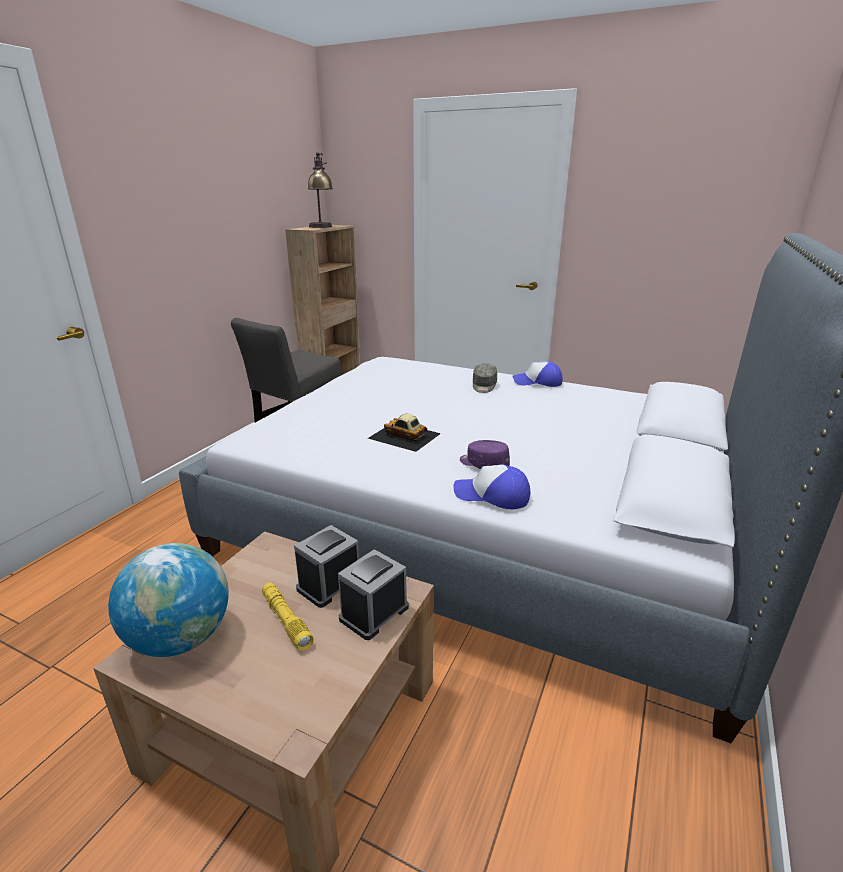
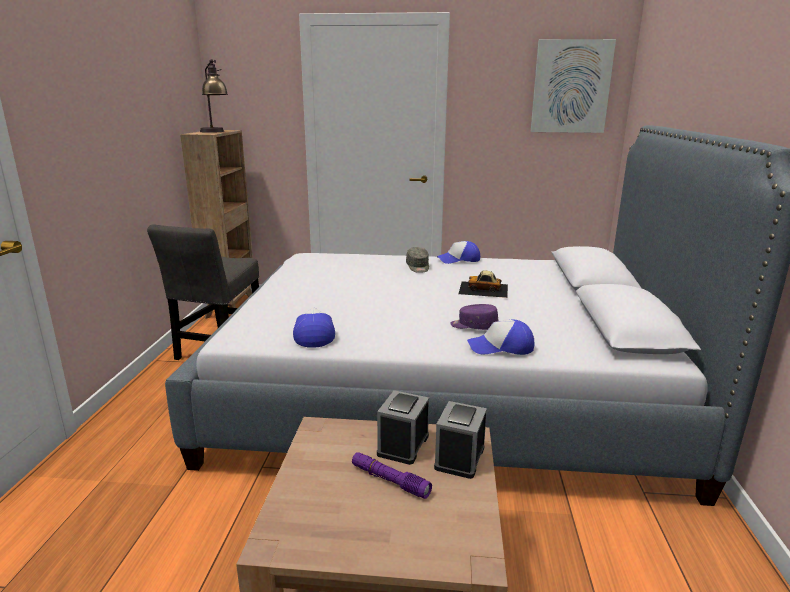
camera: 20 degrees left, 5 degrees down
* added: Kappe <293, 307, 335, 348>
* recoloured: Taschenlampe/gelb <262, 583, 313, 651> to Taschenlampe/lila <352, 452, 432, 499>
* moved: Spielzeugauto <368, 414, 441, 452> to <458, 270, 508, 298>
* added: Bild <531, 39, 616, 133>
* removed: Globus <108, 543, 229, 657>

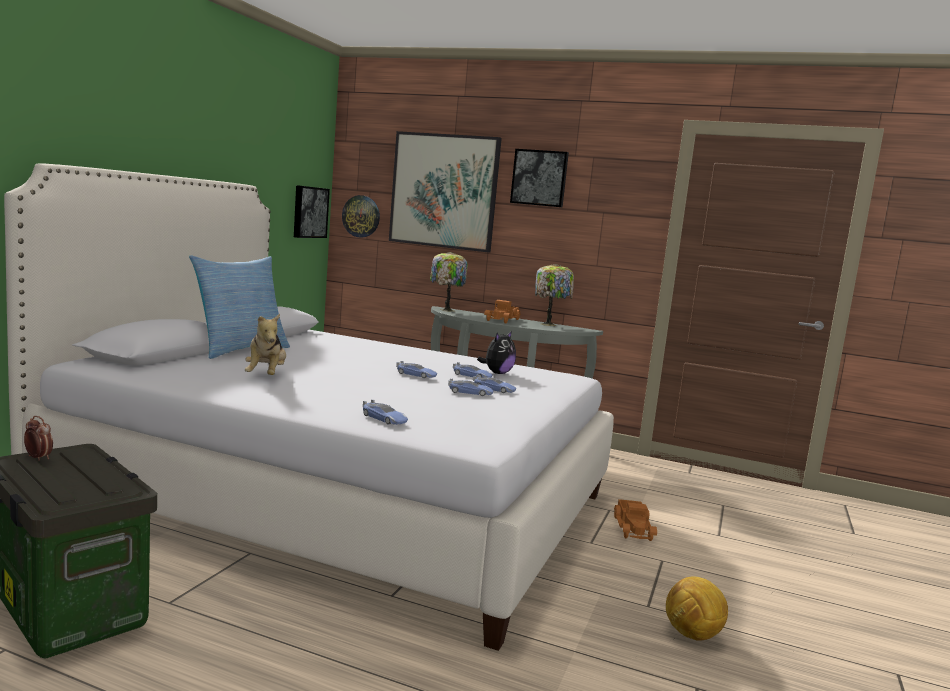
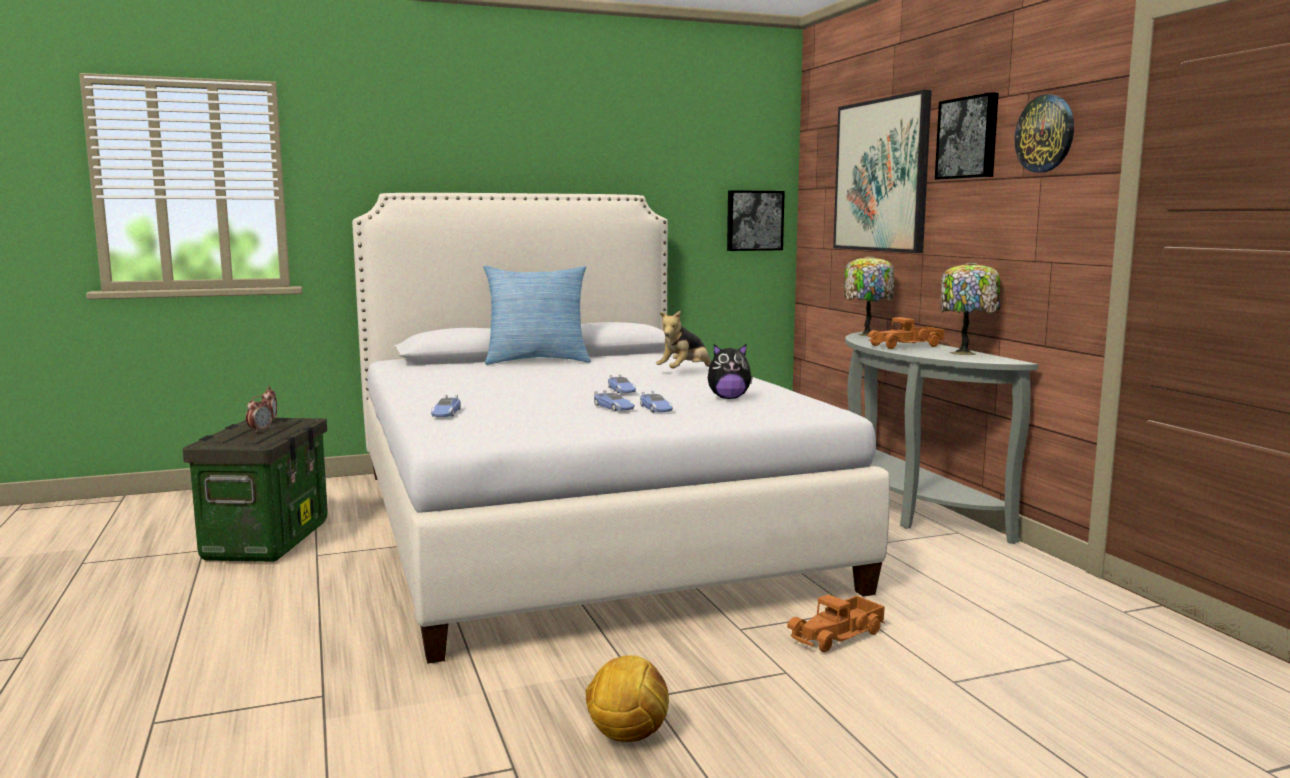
camera: 50 degrees right, 0 degrees up
* added: Wecker <246, 395, 273, 432>
* moved: Plüschtier <245, 314, 286, 375> to <656, 310, 711, 368>
* moved: Wanduhr <342, 195, 380, 238> to <1015, 94, 1074, 173>
* removed: Spielzeugauto <453, 362, 492, 378>

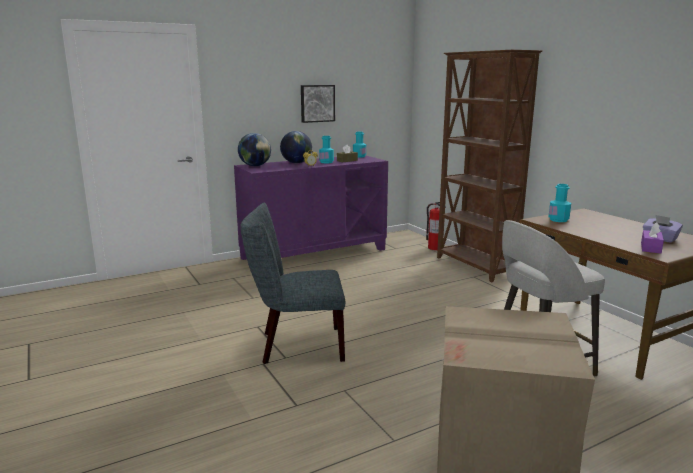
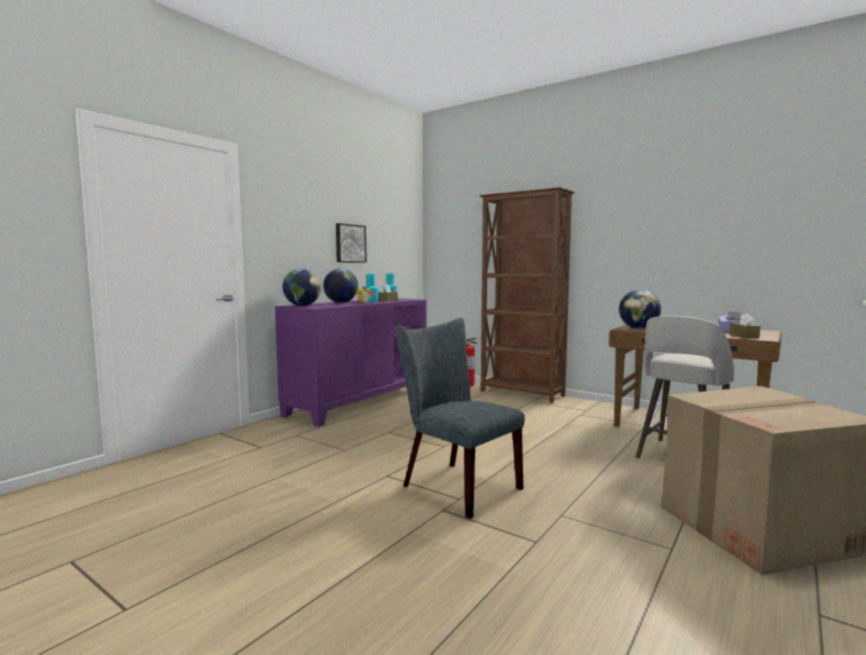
camera: 25 degrees left, 10 degrees down
* turned: Stuhl/grau <240, 203, 345, 364> = <396, 318, 525, 519> 75 degrees clockwise
* replaced: Flasche/türkis <549, 184, 571, 222> to Globus <619, 290, 661, 329>
* recoloured: Taschentuchbox/lila <641, 222, 664, 254> to Taschentuchbox/braun <729, 313, 760, 338>

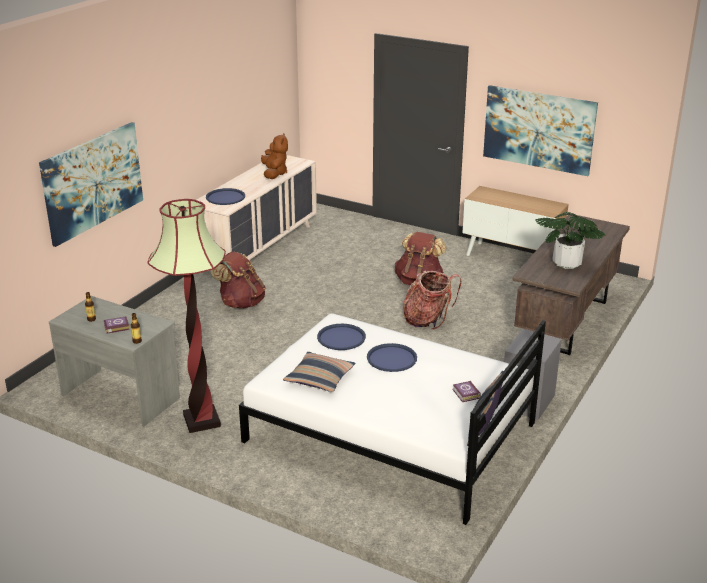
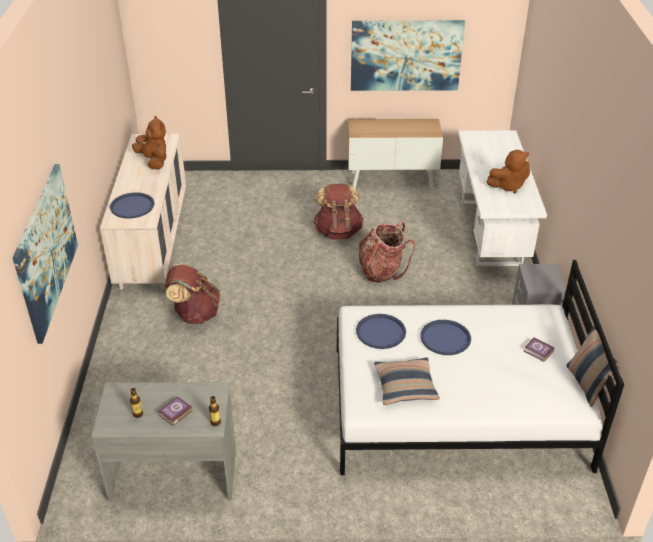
camera: 30 degrees left, 10 degrees up
* recoloured: Schreibtisch/braun <512, 215, 630, 355> to Schreibtisch/weiß <458, 131, 547, 267>
* replaced: Topfpflanze <536, 212, 605, 269> to Plüschtier/braun <487, 150, 530, 193>
* removed: Stehlampe <148, 199, 226, 433>

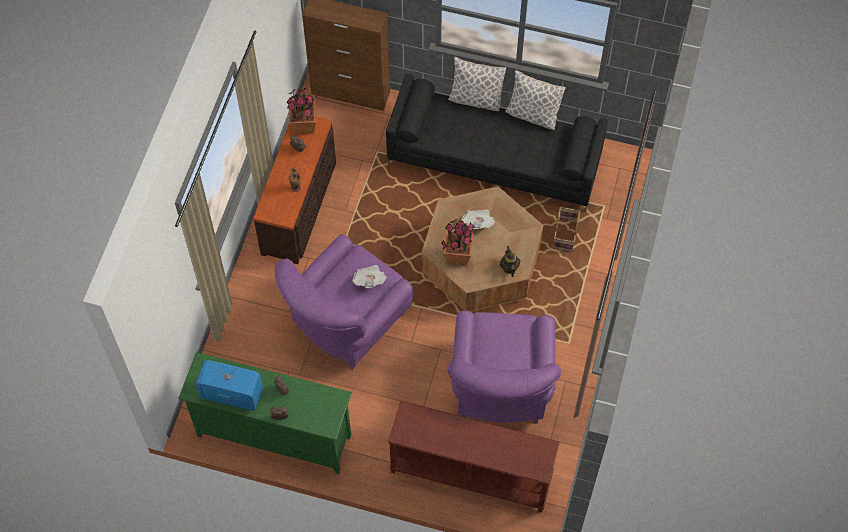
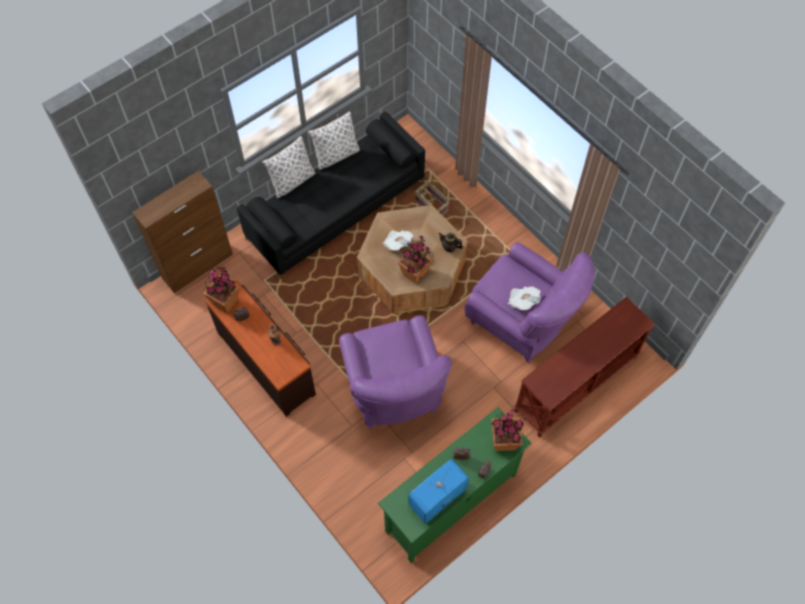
camera: 55 degrees left, 0 degrees up
* added: Topfpflanze <491, 409, 526, 451>
* moved: Zeitung <352, 265, 387, 288> to <508, 286, 541, 310>

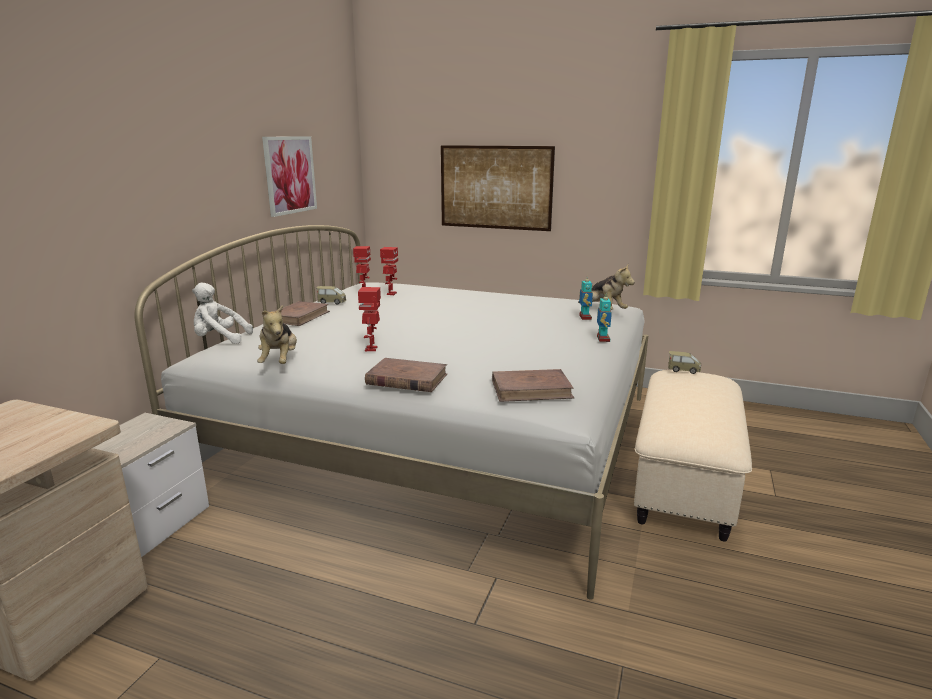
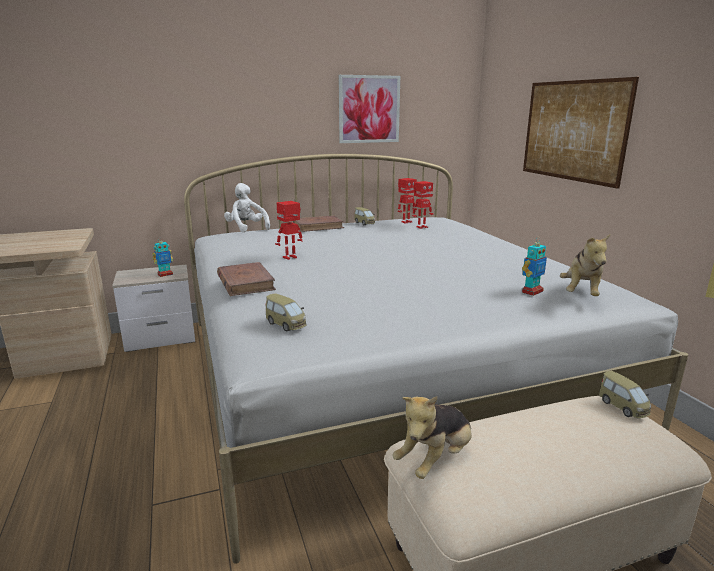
camera: 50 degrees right, 0 degrees up
* moved: Spielzeugroboter <597, 293, 612, 342> to <152, 237, 173, 277>
* replaced: Buch/braun <492, 369, 575, 402> to Spielzeugauto <266, 293, 306, 332>
* moved: Plüschtier <257, 305, 297, 364> to <393, 396, 472, 479>

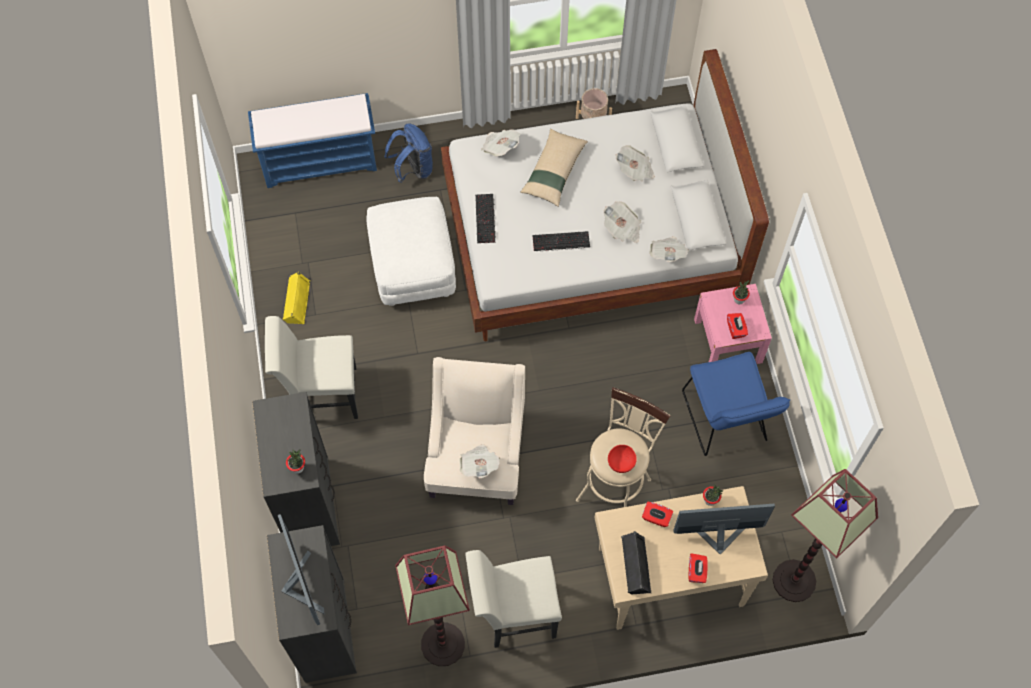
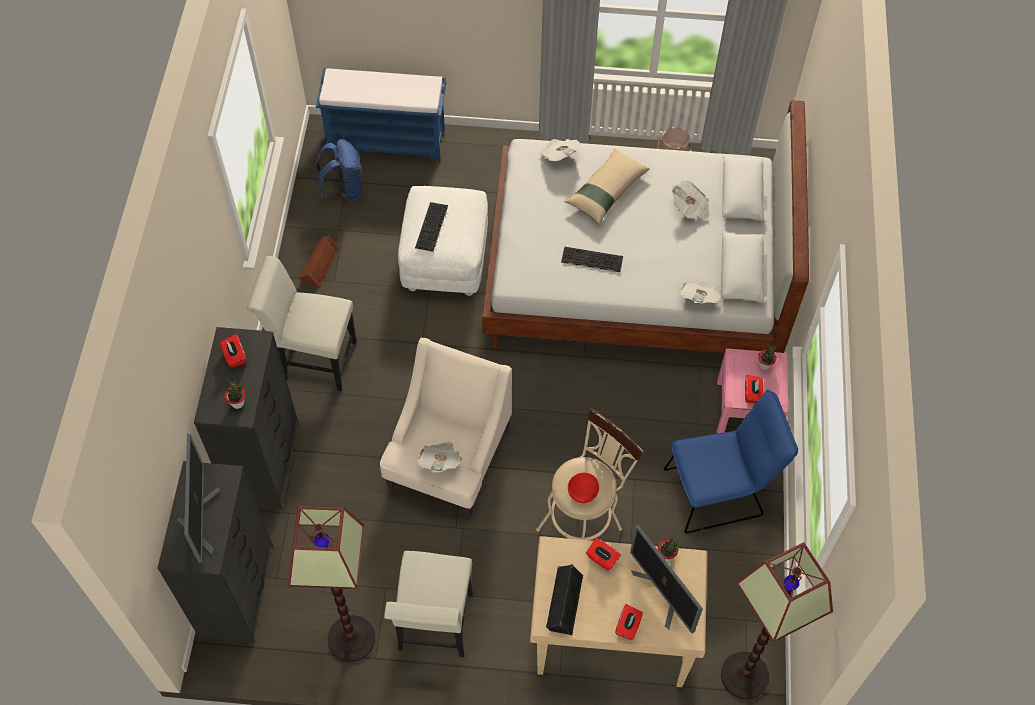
camera: 15 degrees right, 5 degrees down
* added: Taschentuchbox/rot <220, 334, 246, 368>
* recoloured: Lautsprecher/gelb <283, 272, 310, 324> to Lautsprecher/braun <299, 235, 339, 288>
* moved: Rucksack/blau <385, 123, 433, 182> to <315, 139, 363, 202>
* turned: Stuhl/weiß <465, 550, 562, 648> = <384, 551, 473, 657> 90 degrees counterclockwise
* moved: Tastatur <475, 194, 496, 243> to <415, 202, 448, 252>
* turned: Monitor <673, 504, 775, 555> = <630, 525, 703, 634> 135 degrees counterclockwise
* turned: Stuhl/blau <682, 352, 790, 456> = <664, 390, 798, 533> 105 degrees counterclockwise
* removed: Zeitung <604, 202, 641, 243>

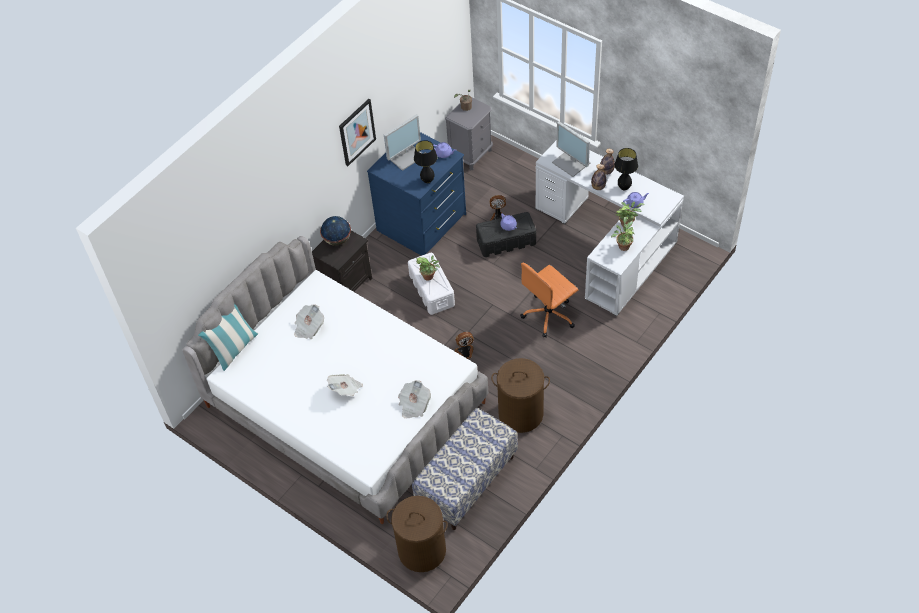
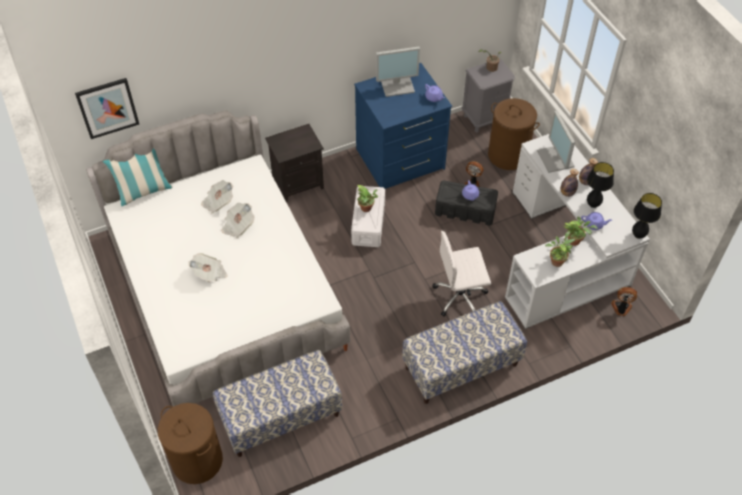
camera: 25 degrees right, 0 degrees up
* moved: Bild <339, 99, 376, 166> to <75, 78, 139, 139>
* moved: Zeitung <398, 380, 431, 418> to <221, 203, 254, 238>
* added: Bank <402, 301, 527, 404>
* recoloured: Bürostuhl/orange <520, 263, 578, 337> to Bürostuhl/weiß <432, 231, 491, 317>
* moved: Wäschekorb/braun <491, 358, 550, 433> to <488, 98, 540, 170>
* moved: Ventilator <455, 332, 474, 359> to <611, 287, 637, 316>
* moved: Tischlampe/schwarz <414, 140, 437, 183> to <632, 193, 662, 239>
* removed: Globus <320, 216, 351, 246>

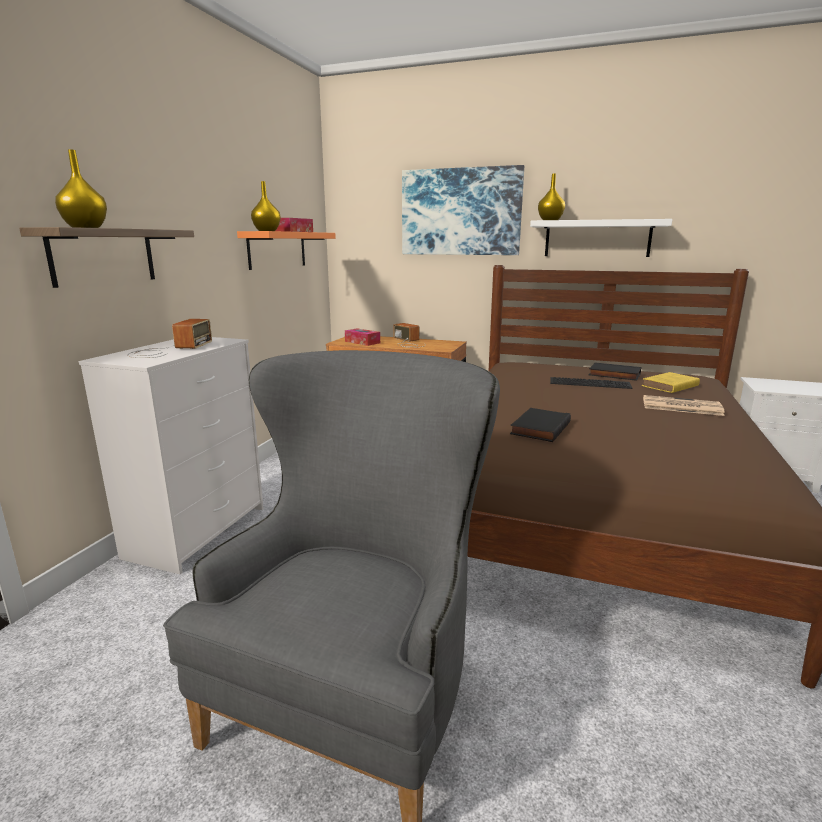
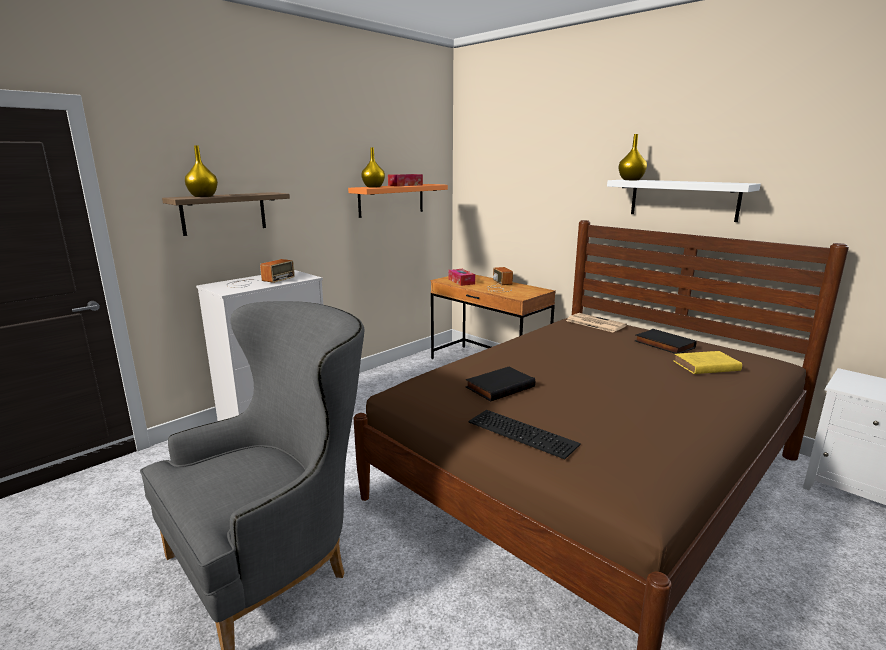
camera: 25 degrees right, 0 degrees up
* moved: Tastatur <550, 377, 632, 389> to <468, 410, 581, 459>
* moved: Zeitung <643, 395, 725, 416> to <566, 313, 627, 332>
* removed: Bild <402, 165, 524, 255>

